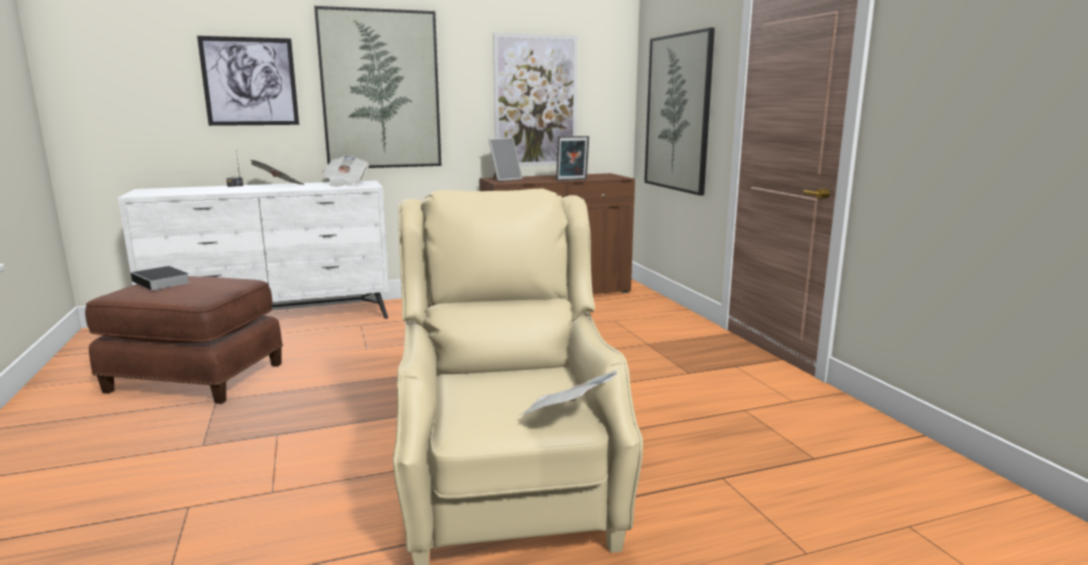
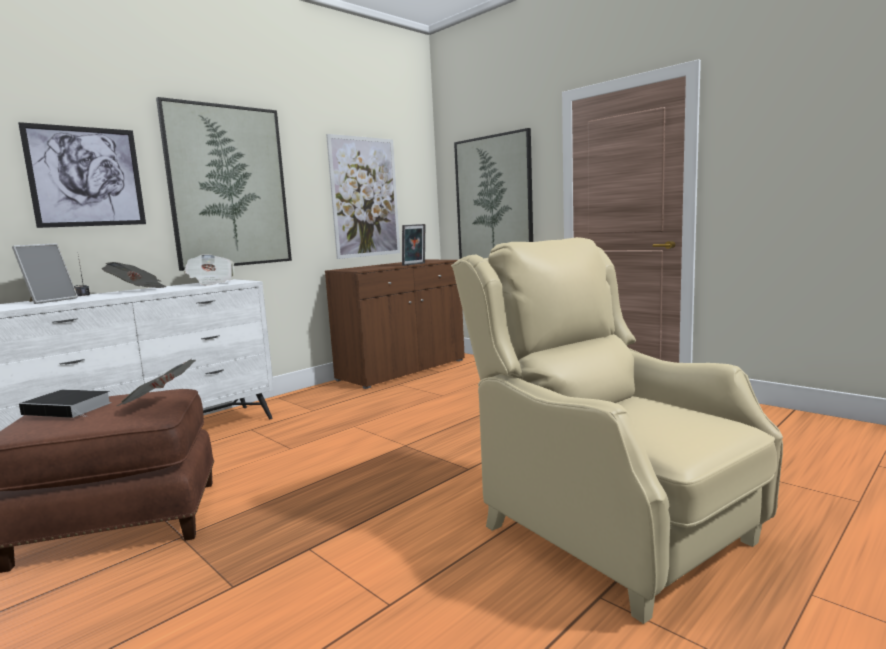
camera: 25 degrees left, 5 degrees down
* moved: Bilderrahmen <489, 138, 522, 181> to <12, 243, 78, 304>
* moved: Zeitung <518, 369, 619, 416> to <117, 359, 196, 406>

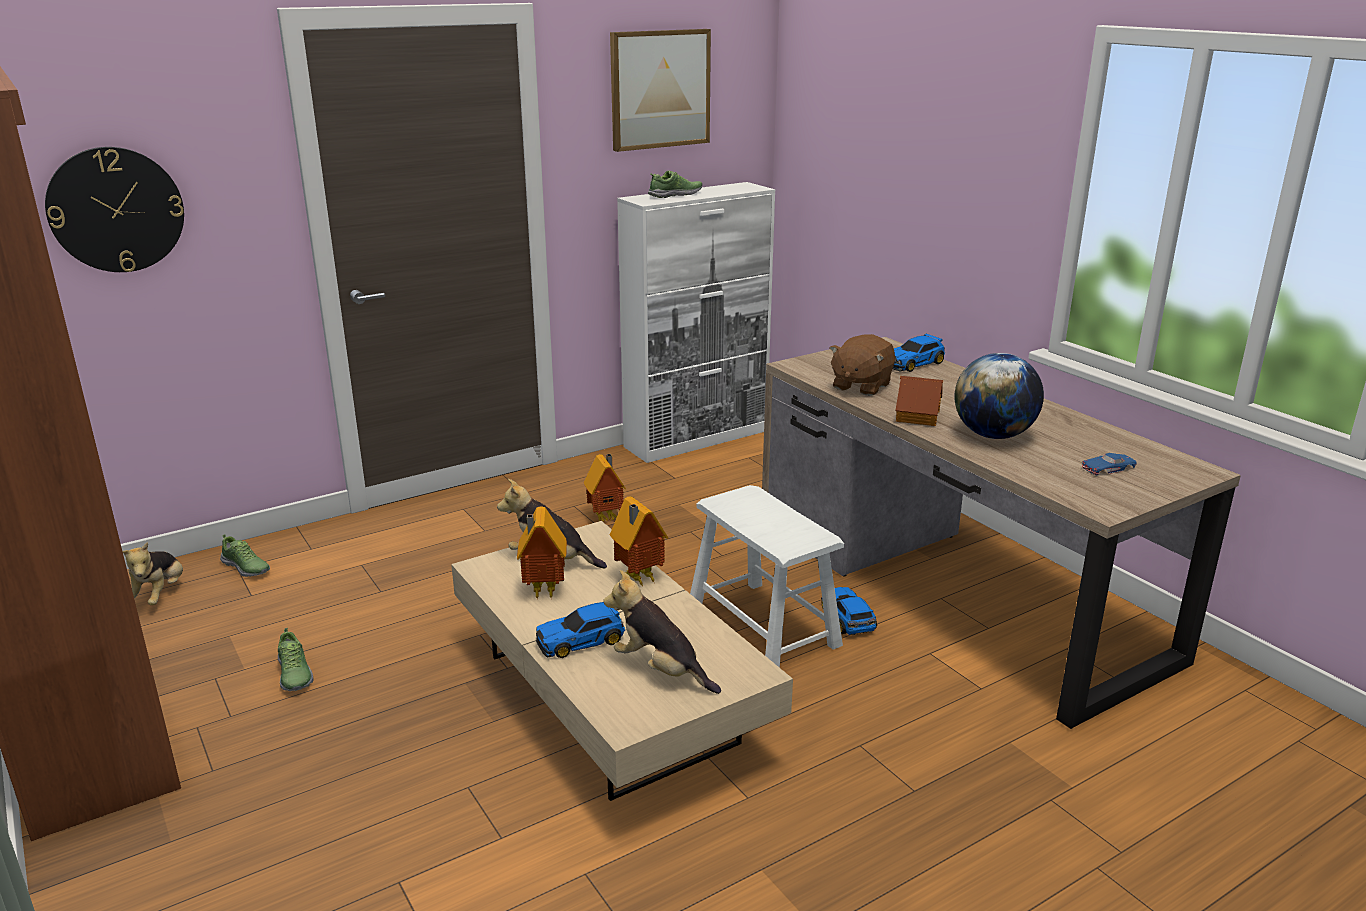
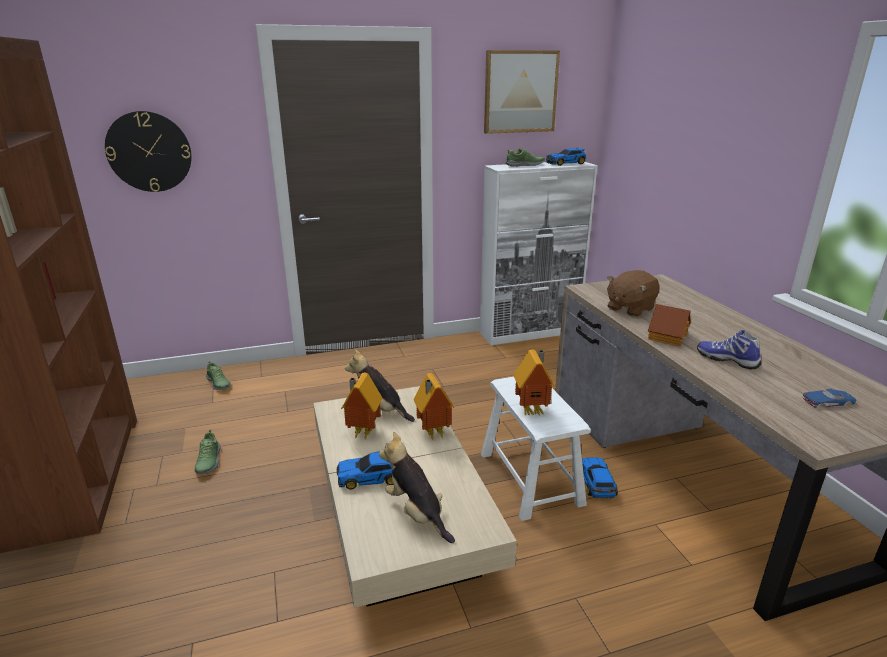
camera: 15 degrees right, 0 degrees up
* moved: Spielzeughaus <584, 454, 626, 522> to <514, 349, 555, 416>
* moved: Spielzeugauto <893, 333, 945, 372> to <546, 148, 586, 166>
* replaced: Globus <954, 353, 1044, 439> to Schuh <697, 330, 761, 369>
* removed: Plüschtier <123, 542, 183, 605>

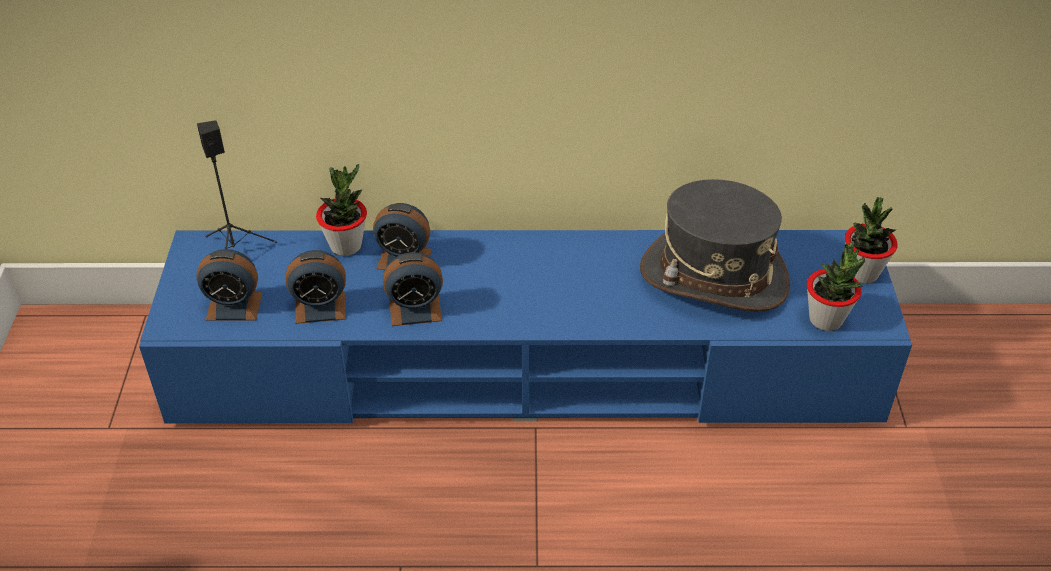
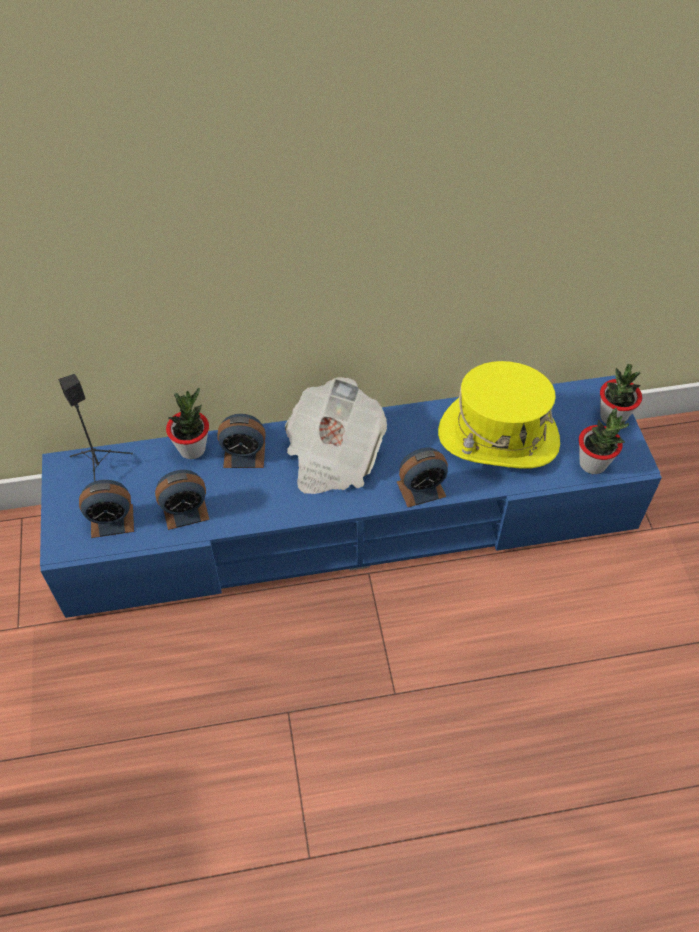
camera: 10 degrees left, 10 degrees up
* added: Zeitung <285, 377, 387, 494>
* moved: Wecker <383, 252, 443, 326> to <397, 448, 448, 507>
* recoloured: Hut/grau <640, 179, 790, 312> to Hut/gelb <438, 361, 560, 469>

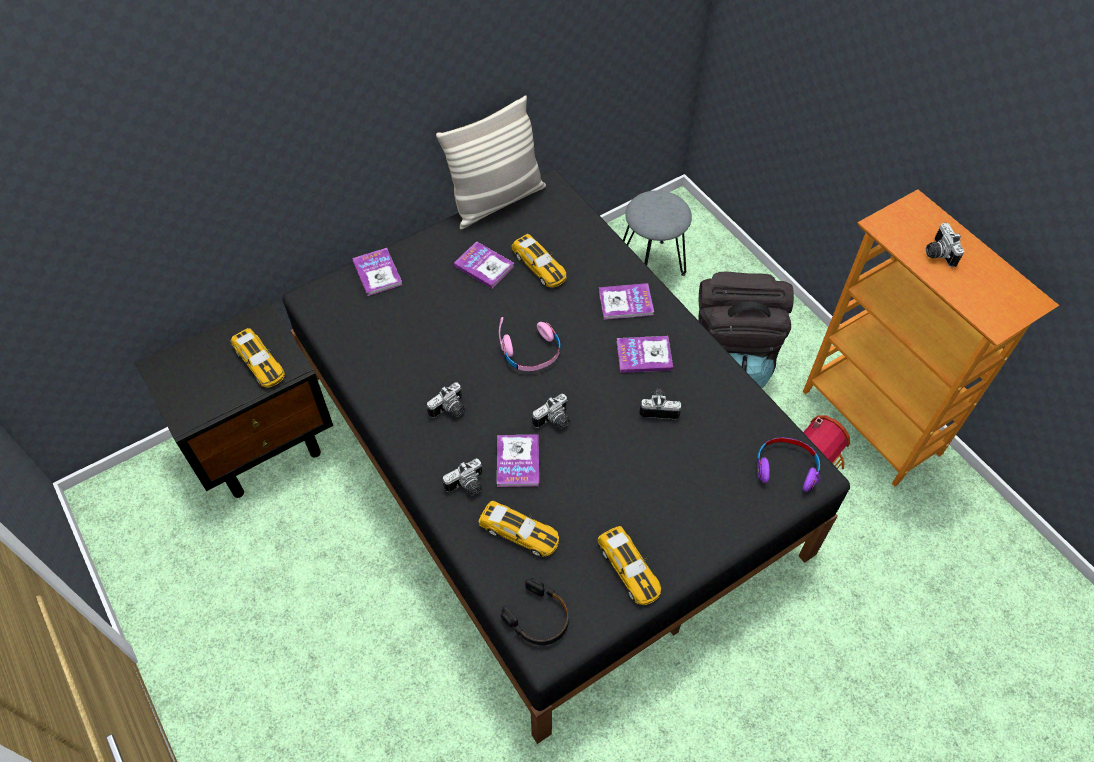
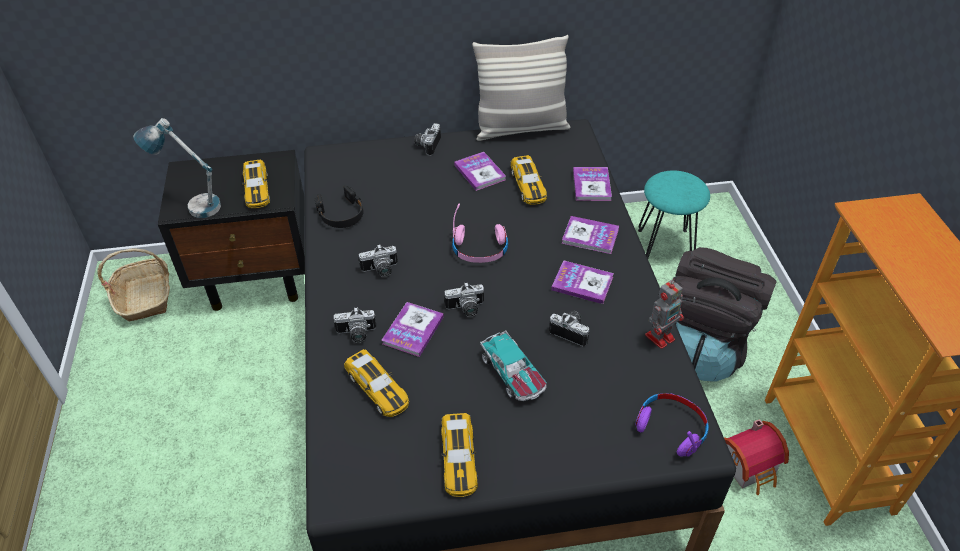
camera: 25 degrees right, 10 degrees down
* added: Korb <97, 248, 170, 322>
* added: Tischlampe <133, 118, 221, 218>
* moved: Kopfhörer/schwarz <501, 578, 569, 645> to <315, 186, 364, 228>
* moved: Kamera <926, 223, 964, 267> to <414, 123, 441, 156>
* added: Spielzeugauto <480, 331, 547, 401>
* moved: Buch <352, 248, 402, 296> to <573, 167, 612, 201>
* recoloured: Hocker/grau <623, 190, 692, 276> to Hocker/türkis <638, 171, 710, 258>
* added: Spielzeugroboter <645, 279, 684, 349>

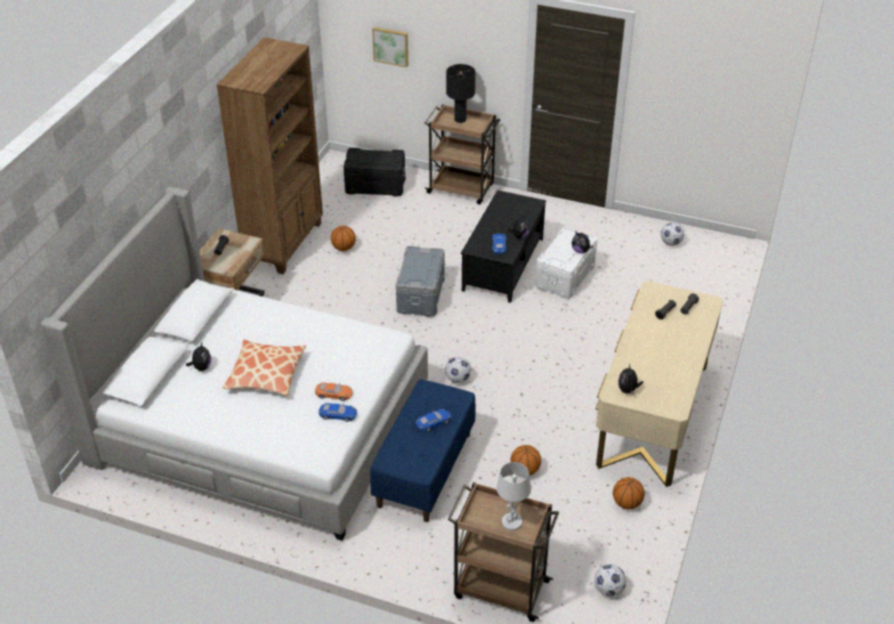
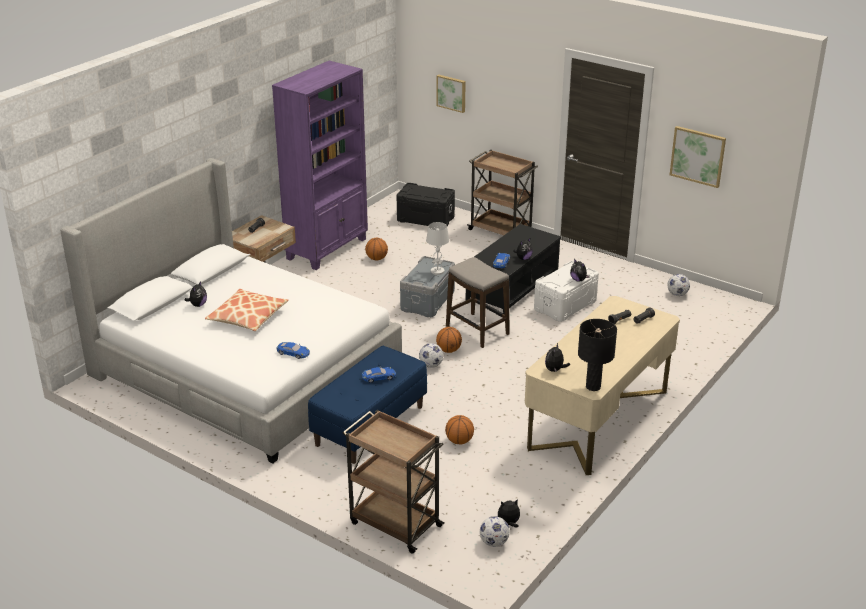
camera: 15 degrees right, 10 degrees down
* recoloured: Bücherregal/braun <216, 37, 323, 274> to Bücherregal/lila <272, 61, 368, 270>
* moved: Tischlampe/weiß <496, 462, 531, 531> to <426, 222, 449, 275>
* moved: Basketball <613, 477, 645, 509> to <436, 327, 462, 353>
* added: Hocker <446, 257, 509, 348>
* added: Plüschtier <498, 499, 520, 528>
* moved: Tischlampe/schwarz <446, 64, 475, 123> to <578, 319, 617, 391>
* added: Bild <670, 126, 726, 188>
* removed: Spielzeugauto/orange <315, 383, 353, 401>

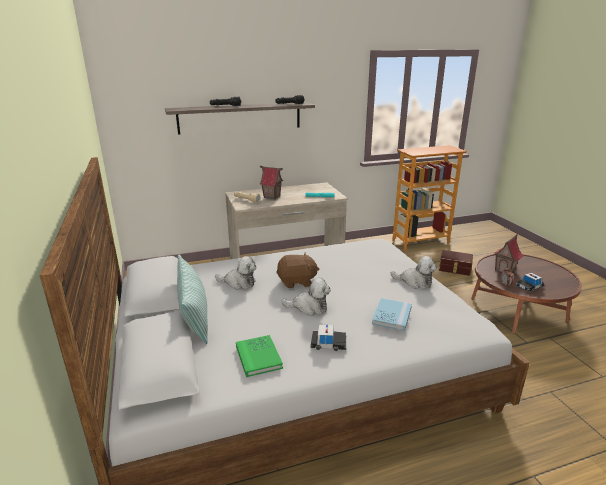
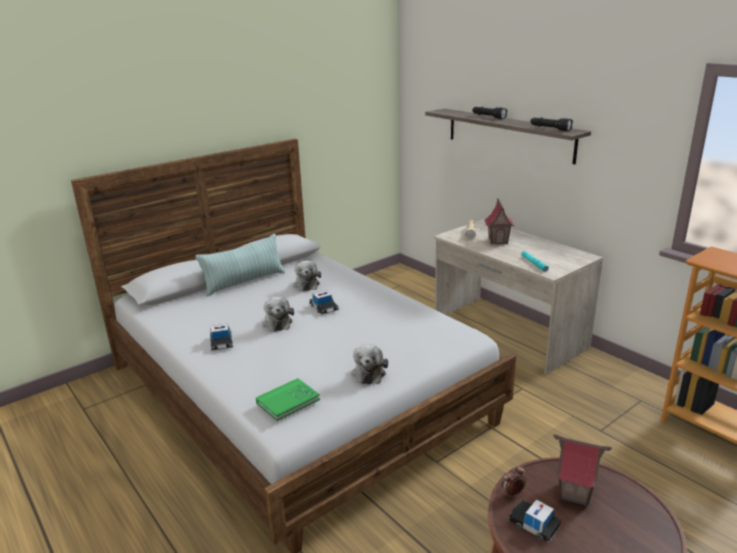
camera: 70 degrees right, 0 degrees up
* moved: Buch/grün <236, 335, 283, 377> to <256, 378, 320, 421>
* replaced: Plüschtier/braun <276, 253, 319, 288> to Spielzeugauto <309, 291, 339, 315>
* removed: Buch/blau <372, 298, 412, 331>
* removed: Aufbewahrungsbox/braun <439, 250, 473, 276>

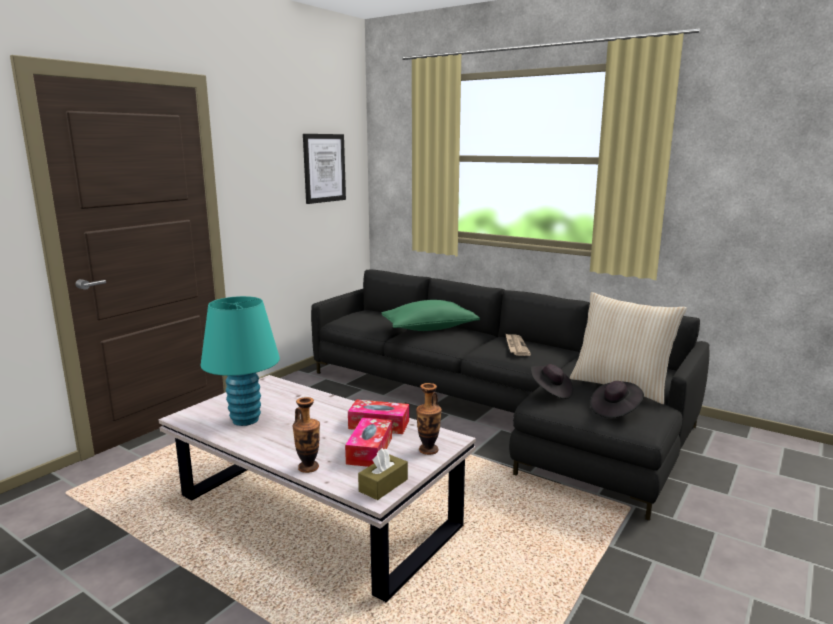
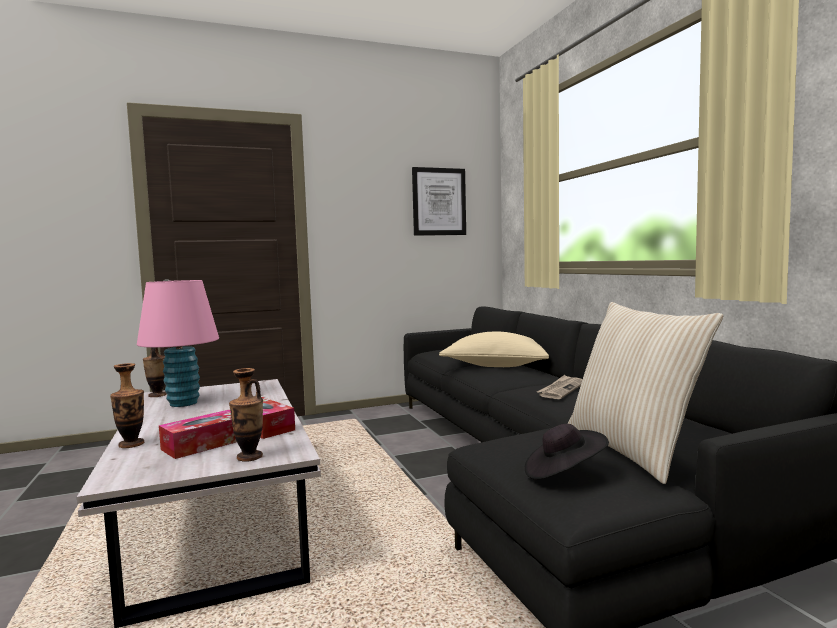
camera: 35 degrees right, 10 degrees down
* recoloured: Tischlampe/türkis <200, 296, 280, 426> to Tischlampe/rosa <137, 280, 219, 407>
* added: Vase <143, 348, 167, 397>
* recoloured: Kissen/grün <382, 300, 480, 331> to Kissen/beige <439, 332, 549, 367>
* removed: Taschentuchbox/braun <358, 448, 408, 500>
* removed: Hut/schwarz <531, 364, 573, 399>

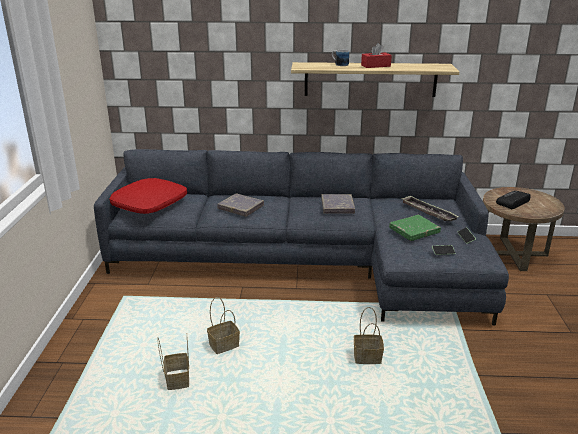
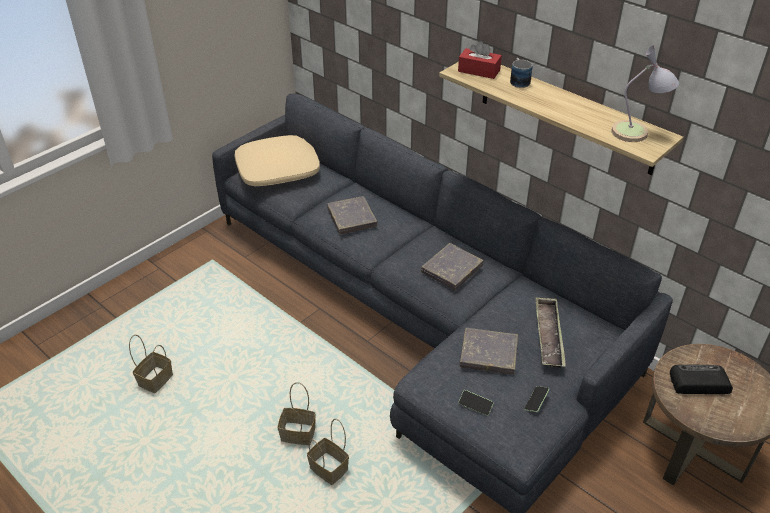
camera: 40 degrees right, 15 degrees up
* recoloured: Kissen/rot <110, 178, 187, 214> to Kissen/beige <234, 135, 320, 186>
* moved: Korb <207, 297, 240, 354> to <278, 382, 316, 445>
* moved: Taschentuchbox/rot <361, 43, 392, 68> to <458, 41, 502, 79>
* recoloured: Buch/grün <389, 215, 441, 241> to Buch/grau <459, 328, 518, 375>
* added: Tischlampe <611, 45, 679, 142>

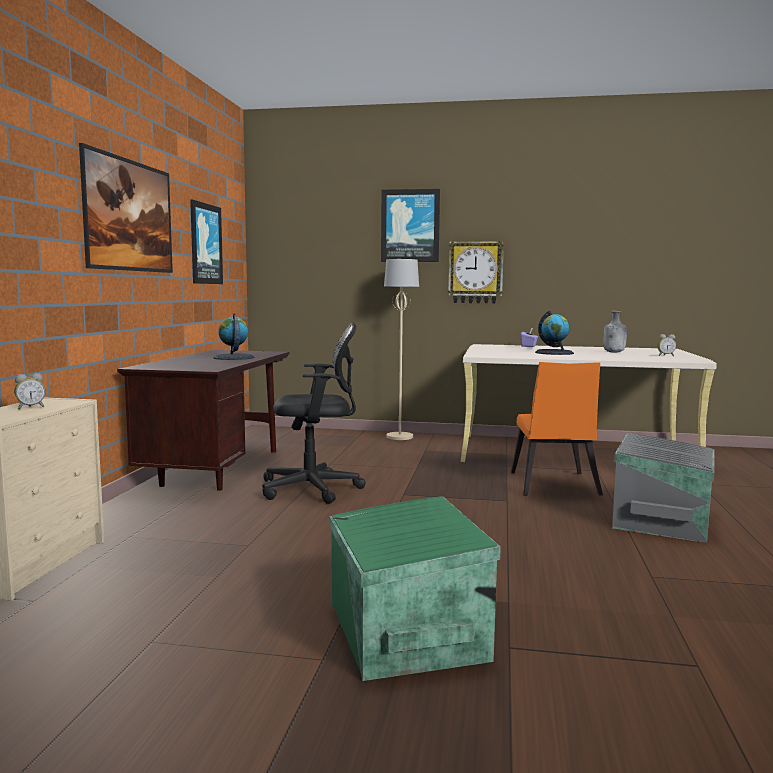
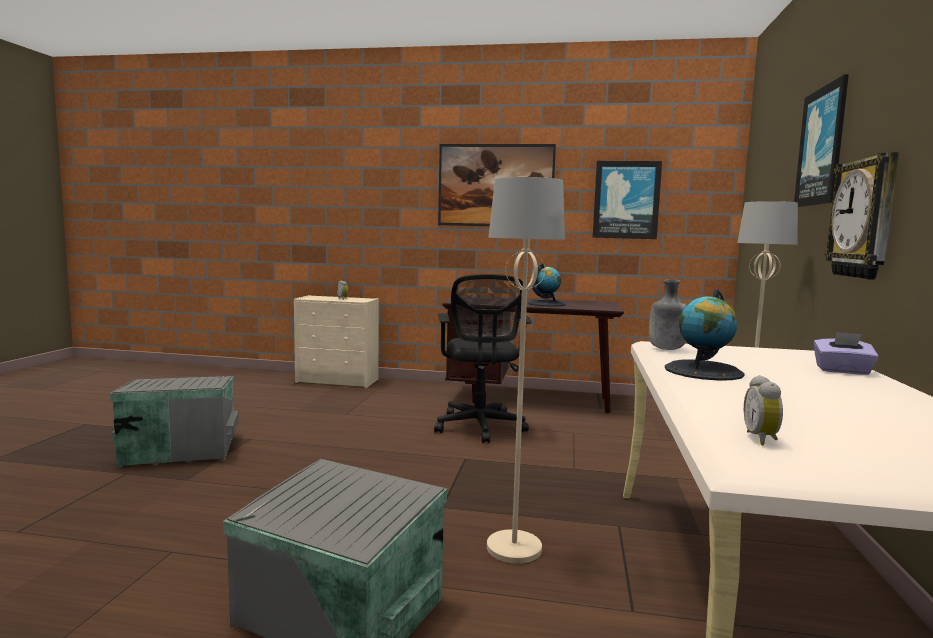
camera: 90 degrees right, 0 degrees up
* recoloured: Aufbewahrungsbox/grün <329, 496, 501, 681> to Aufbewahrungsbox/grau <110, 376, 239, 468>
* replaced: Stuhl/orange <511, 362, 603, 496> to Stehlampe/beige <487, 177, 565, 564>
* moved: Flasche/grau <603, 311, 627, 353> to <649, 280, 687, 350>

